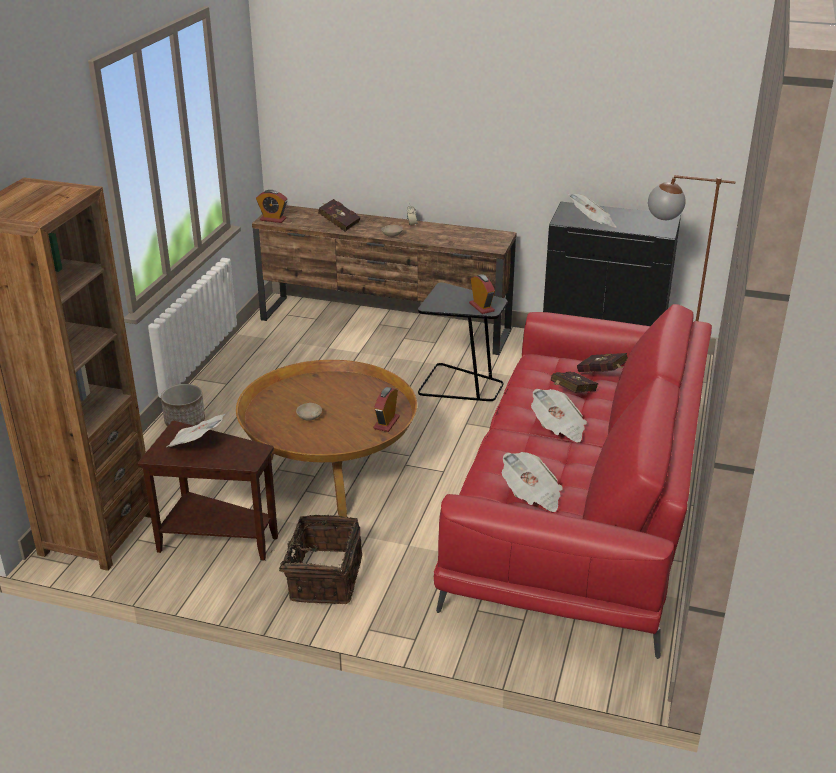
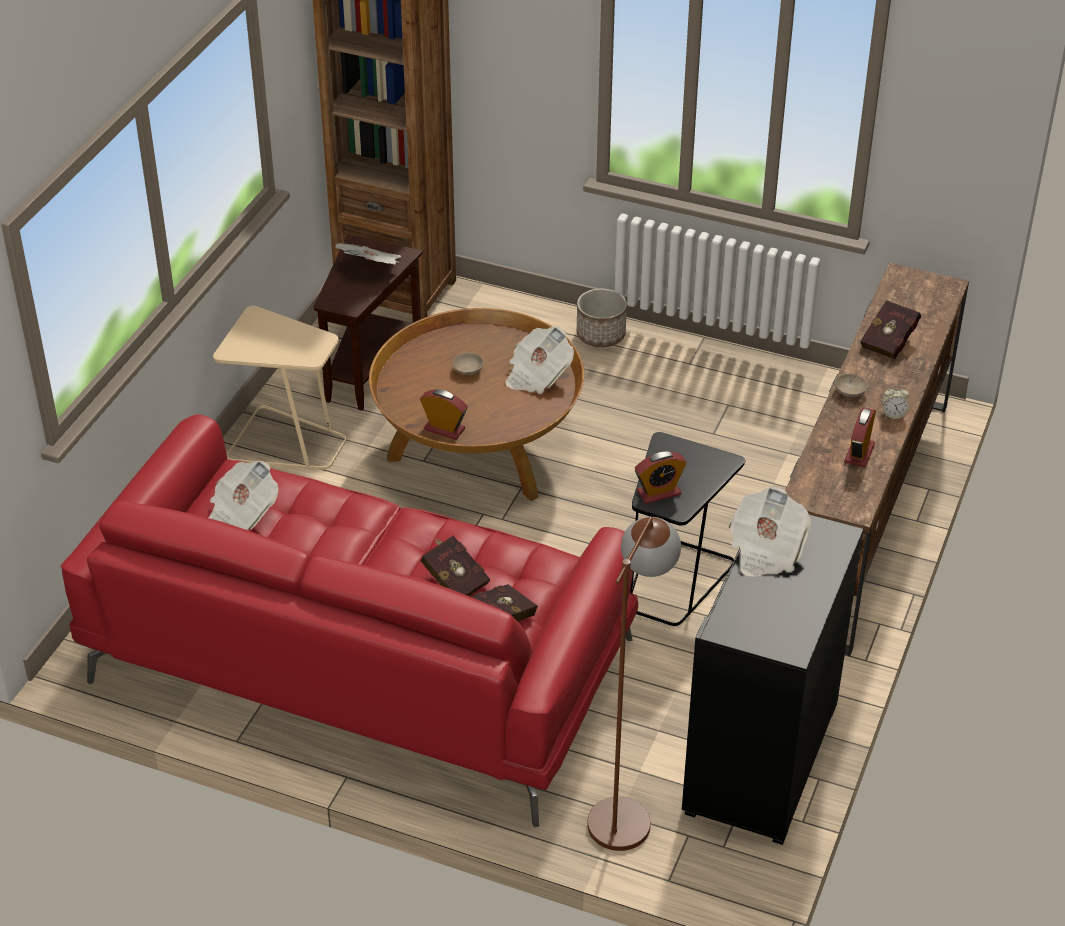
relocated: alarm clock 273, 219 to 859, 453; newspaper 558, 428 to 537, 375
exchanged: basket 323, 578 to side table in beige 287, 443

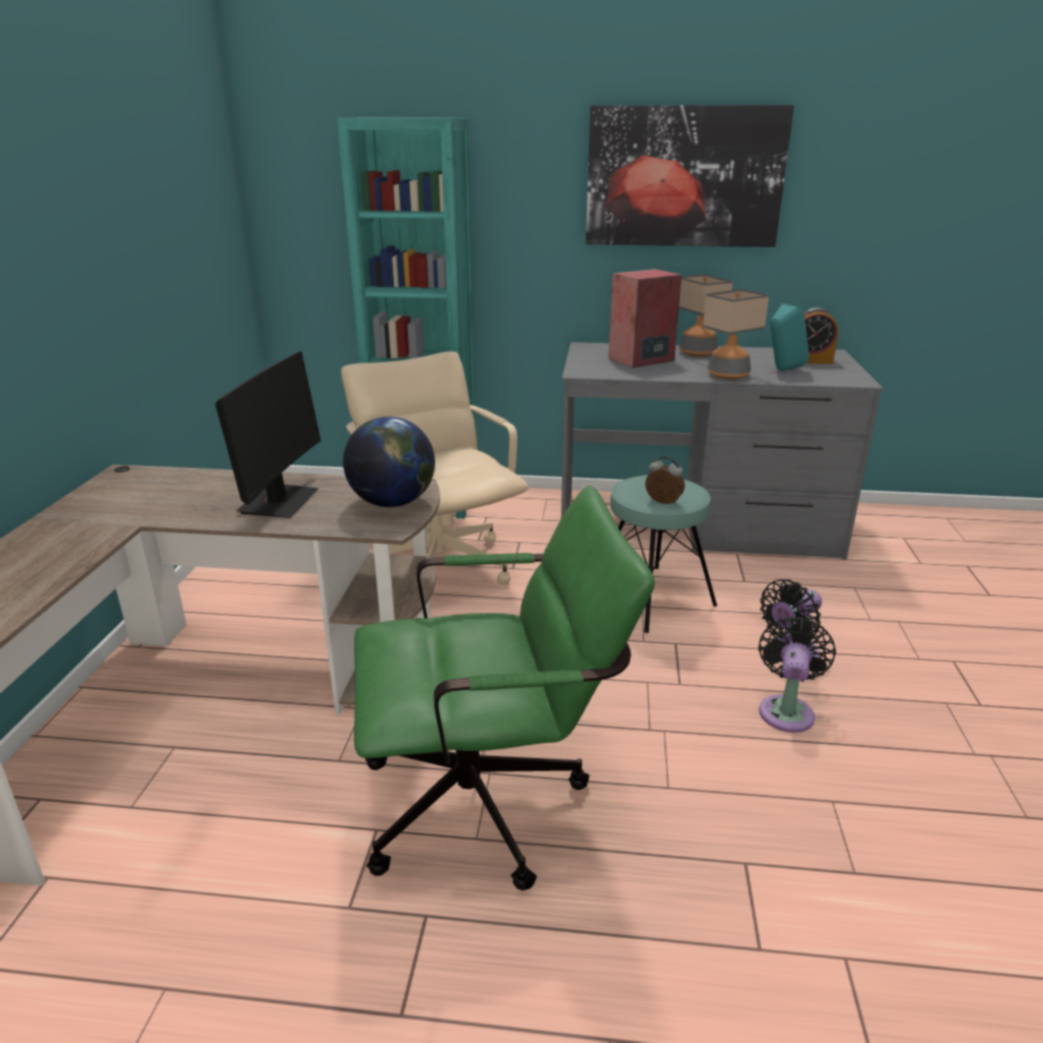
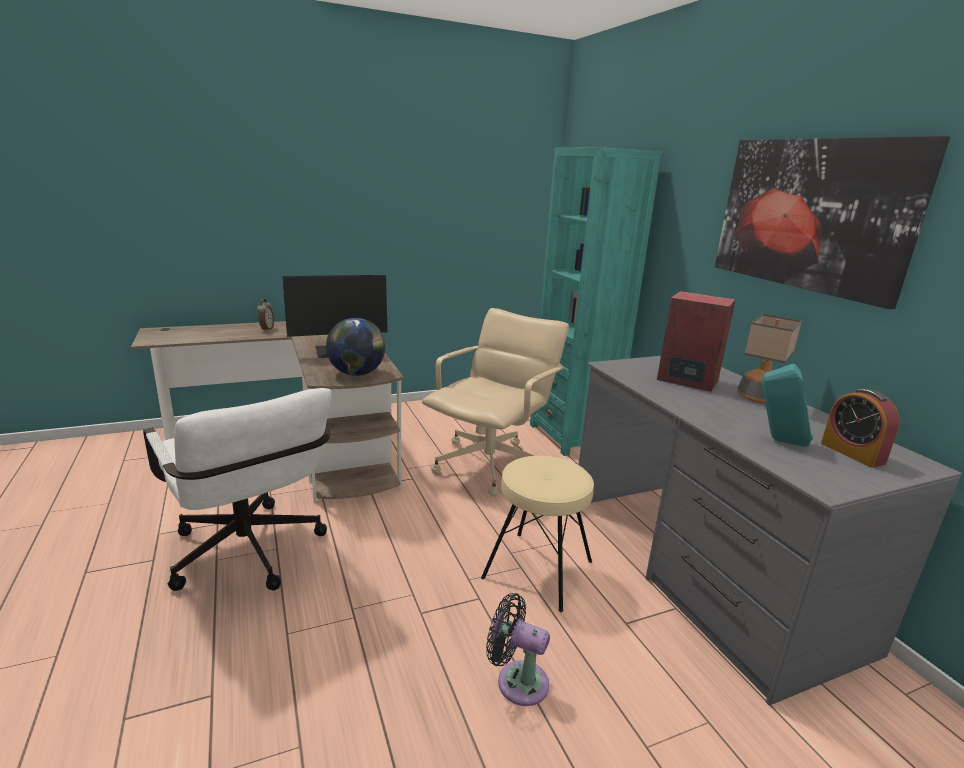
missing: table lamp 727, 375; fan in black 786, 710
relocated: alarm clock 662, 502 to 266, 329
colour: stool in turquoise 651, 598 to stool in beige 538, 569; office chair in green 493, 801 to office chair in white 250, 557

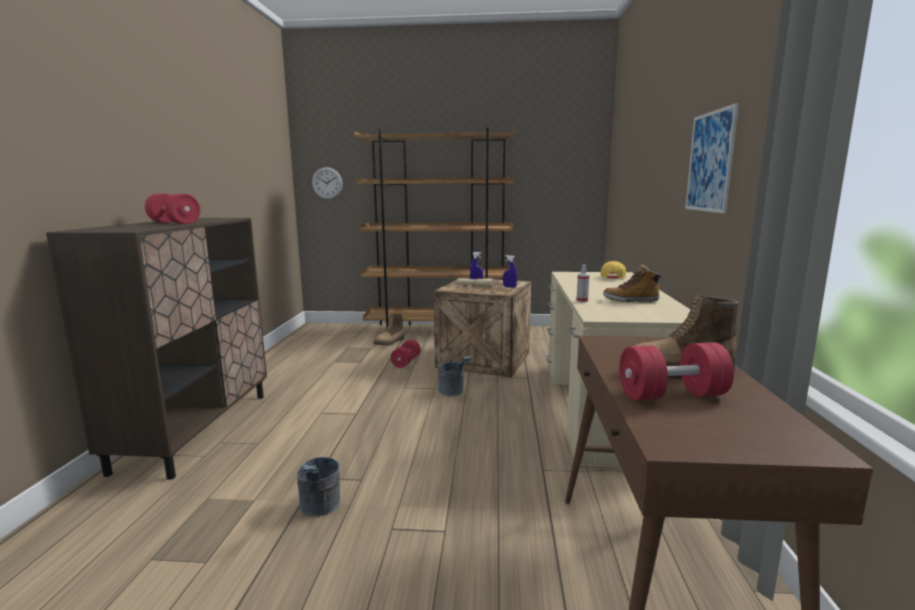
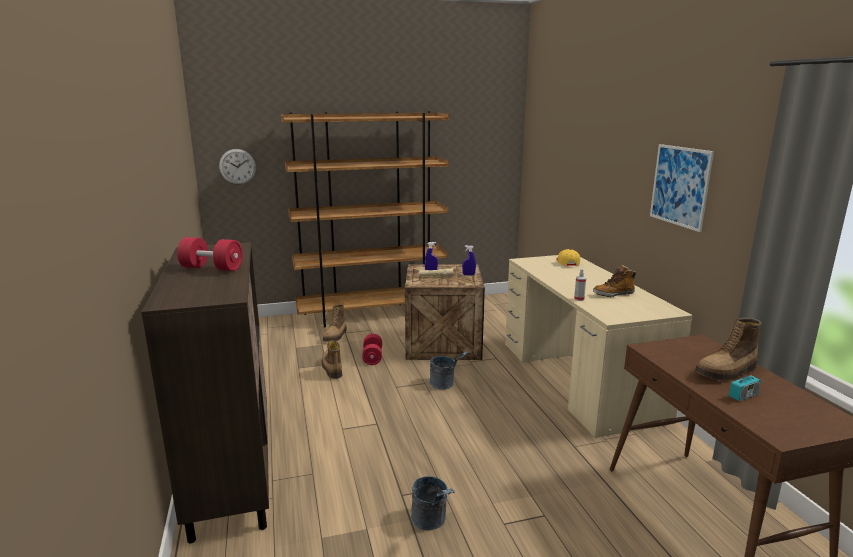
appeared: boot 331, 368
exchanged: dumbbell in red 671, 395 to radio 743, 396

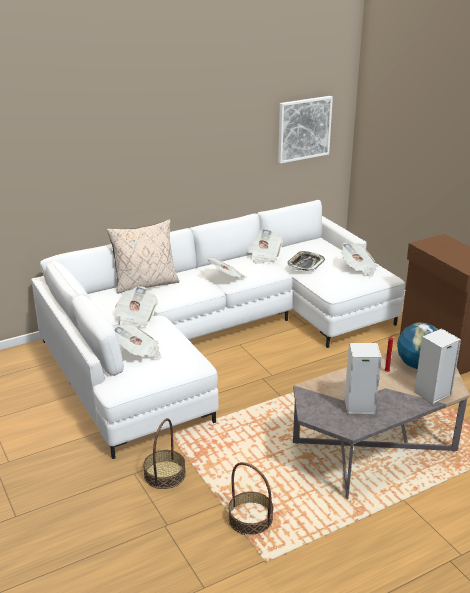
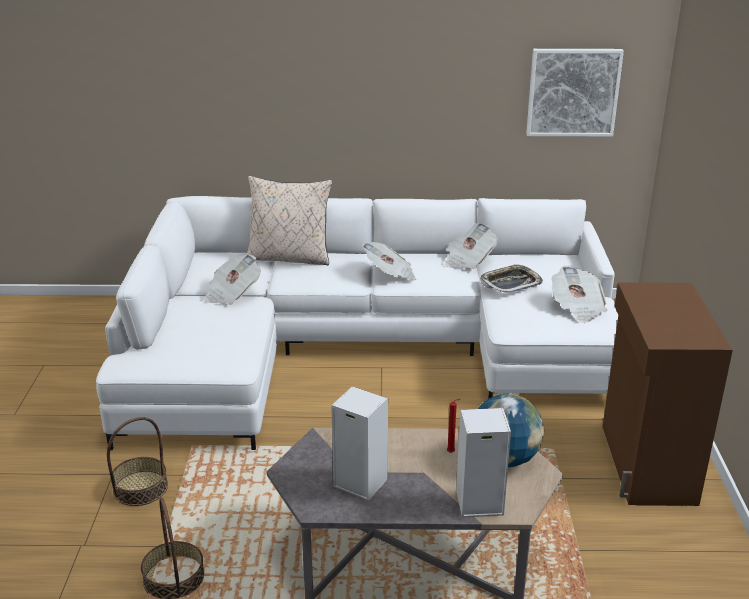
missing: newspaper 139, 353

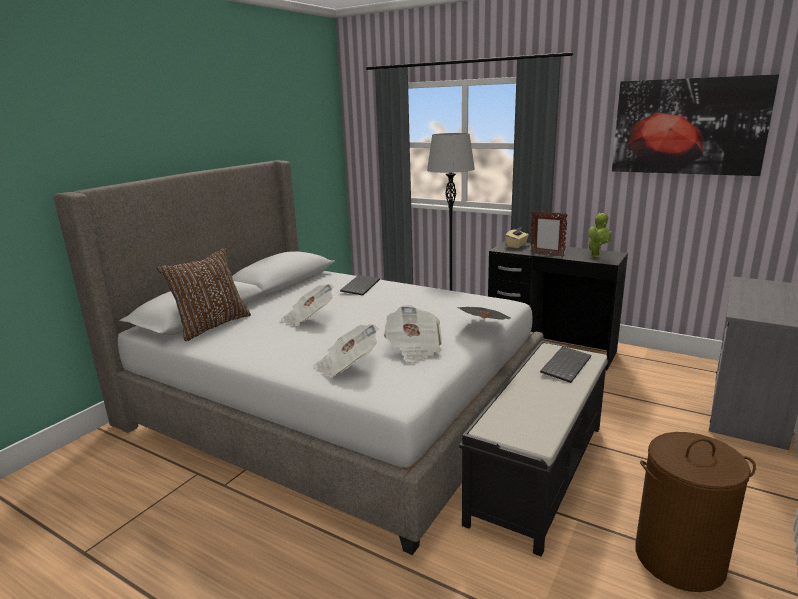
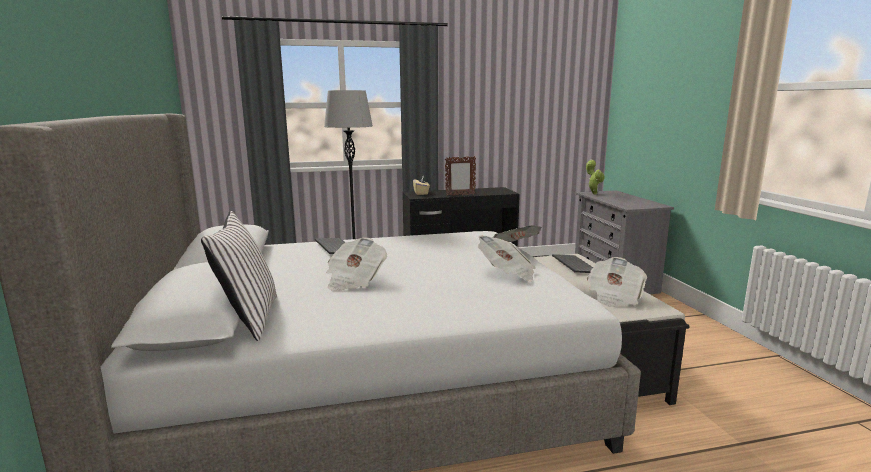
missing: picture 688, 126; laundry basket in brown 678, 559
relocated: potted plant 596, 255 to 593, 193; newspaper 346, 366 to 614, 297
colour: pillow in brown 211, 325 to pillow in white 249, 318

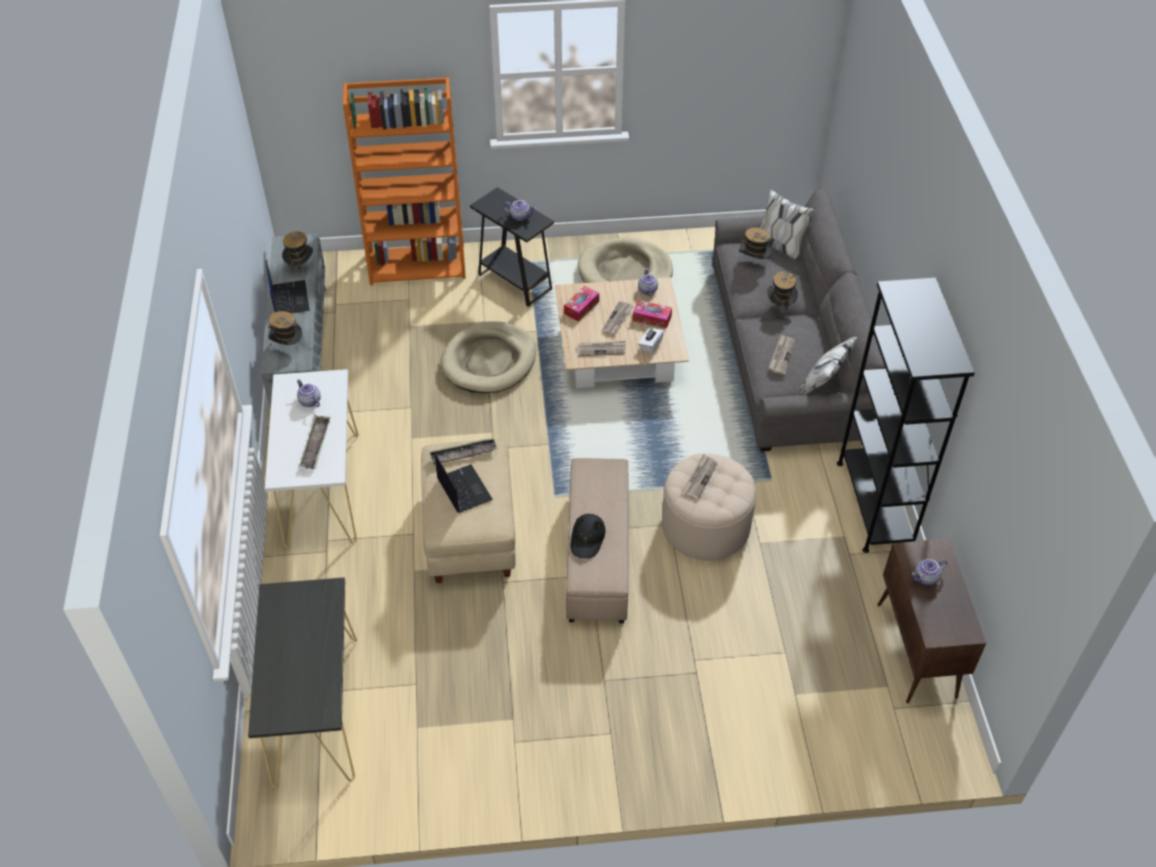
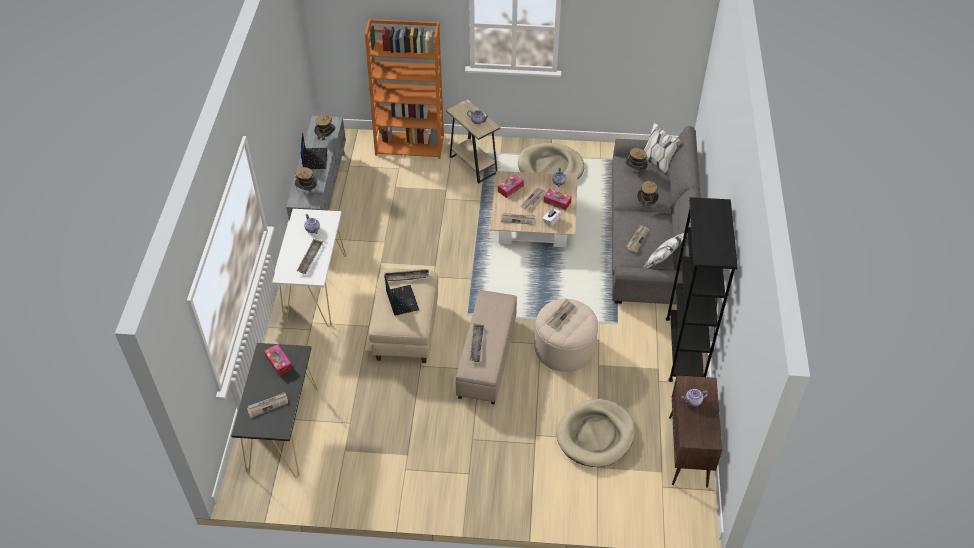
appeared: tissue box 279, 362; newspaper 268, 405
relocated: dog bed in beige 489, 361 to 595, 435
exchanged: hat in black 587, 539 to tray 477, 344
colour: side table in black 515, 282 to side table in beige 473, 165

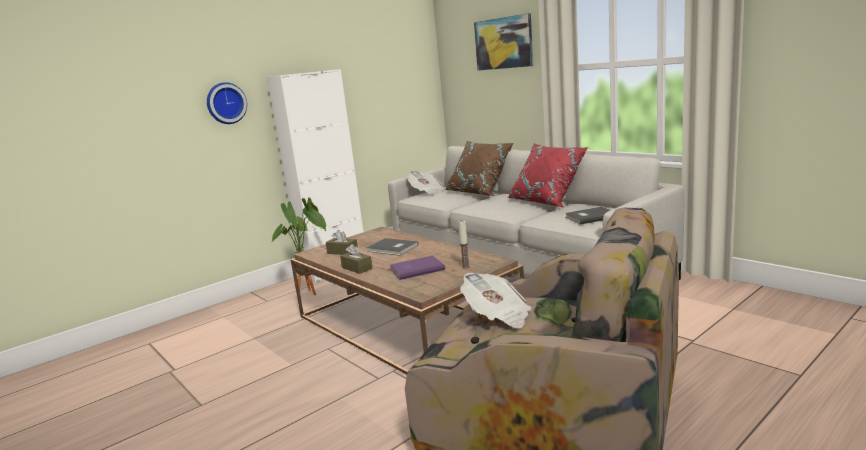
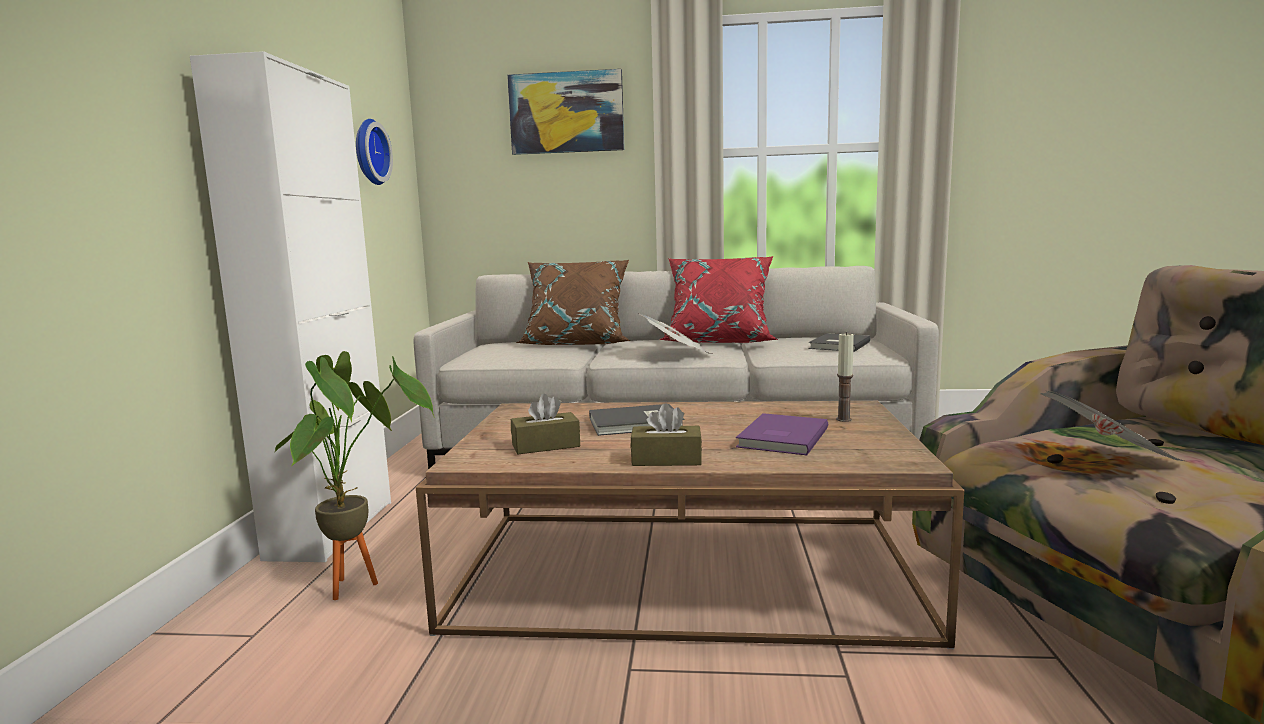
relocated: wall clock 225, 103 to 368, 152; newspaper 426, 192 to 676, 353

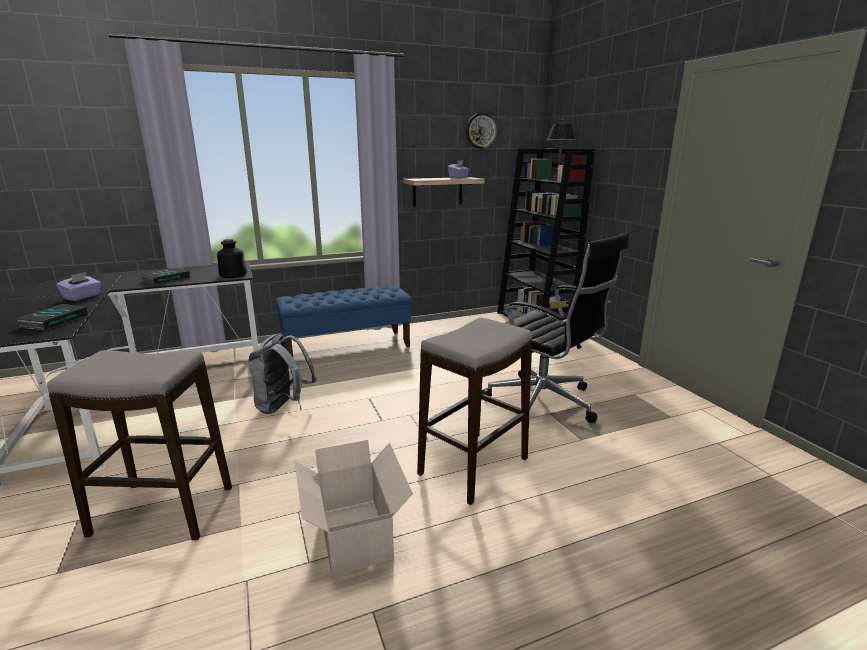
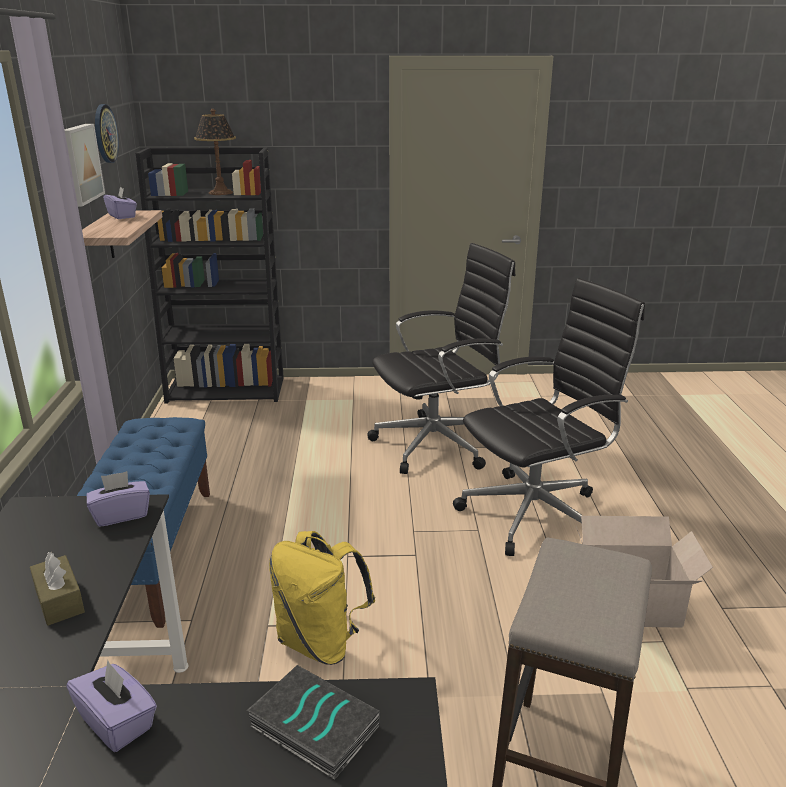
appeared: picture 79, 164
exchanged: bottle 232, 275 to tissue box in purple 121, 514; book 166, 279 to tissue box in brown 59, 600; stool 474, 466 to office chair in black 536, 513
colour: backpack in grey 283, 406 to backpack in yellow 321, 642

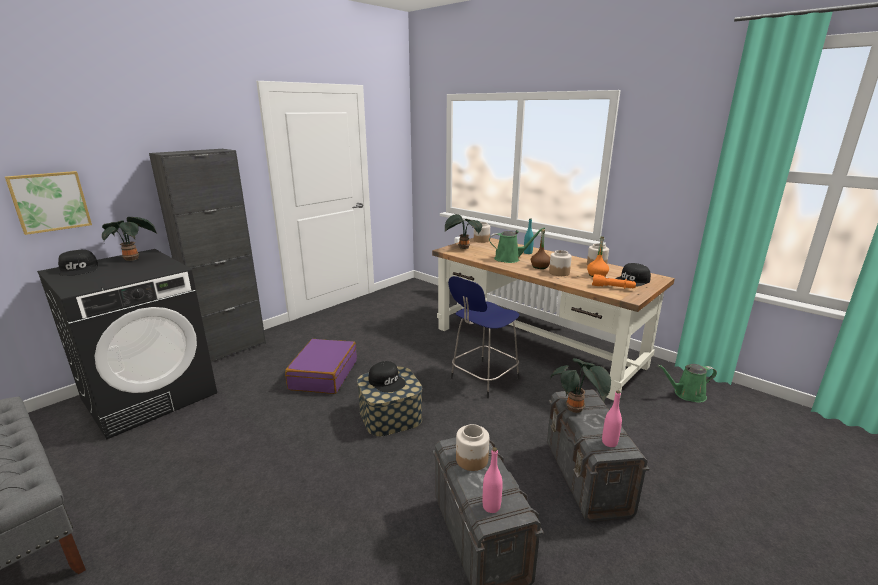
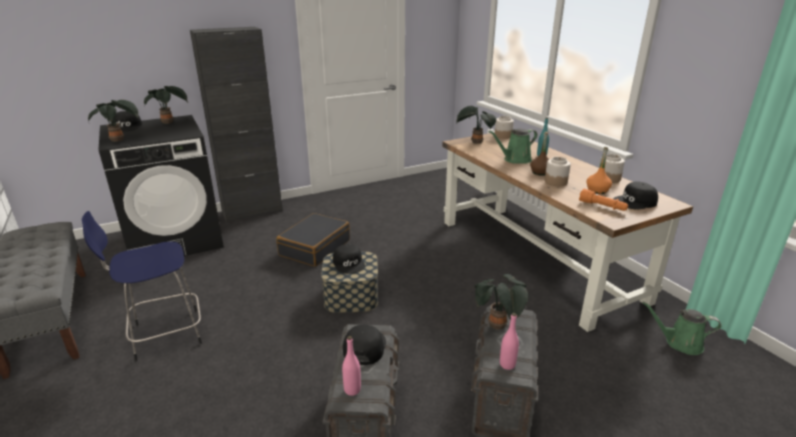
missing: picture 50, 201
appeared: potted plant 119, 140
relocated: stool in blue 483, 379 to 164, 334
exchanged: jar 471, 459 to cap in black 364, 347
colour: suitcase in purple 323, 374 to suitcase in black 314, 248
spun: watering can in green 510, 259 = 515, 160 135 degrees clockwise

